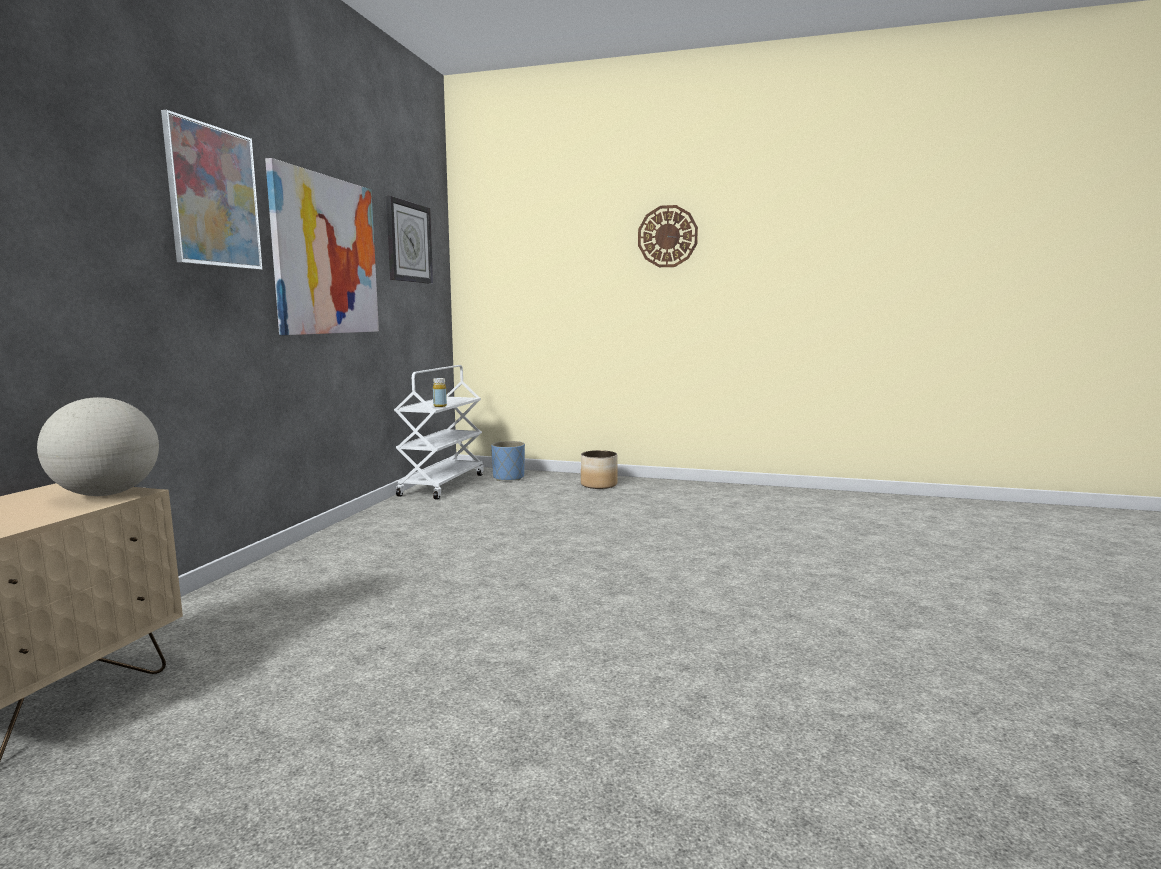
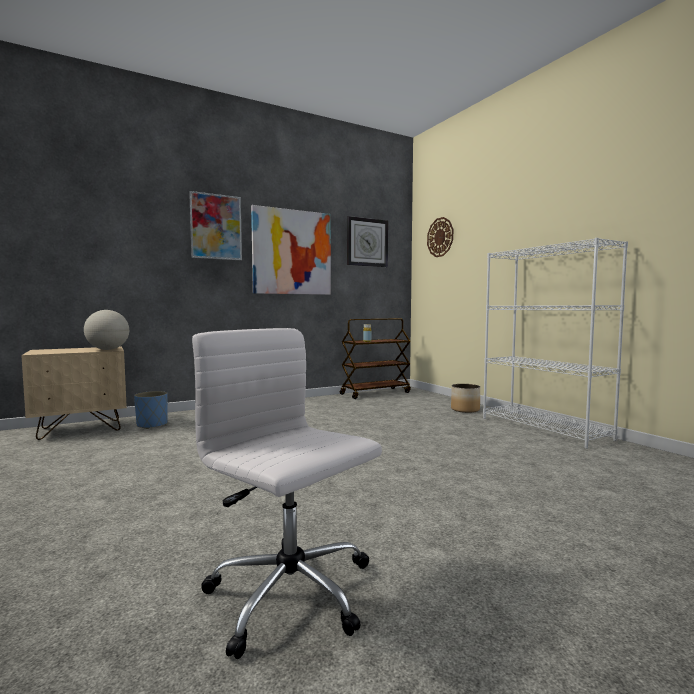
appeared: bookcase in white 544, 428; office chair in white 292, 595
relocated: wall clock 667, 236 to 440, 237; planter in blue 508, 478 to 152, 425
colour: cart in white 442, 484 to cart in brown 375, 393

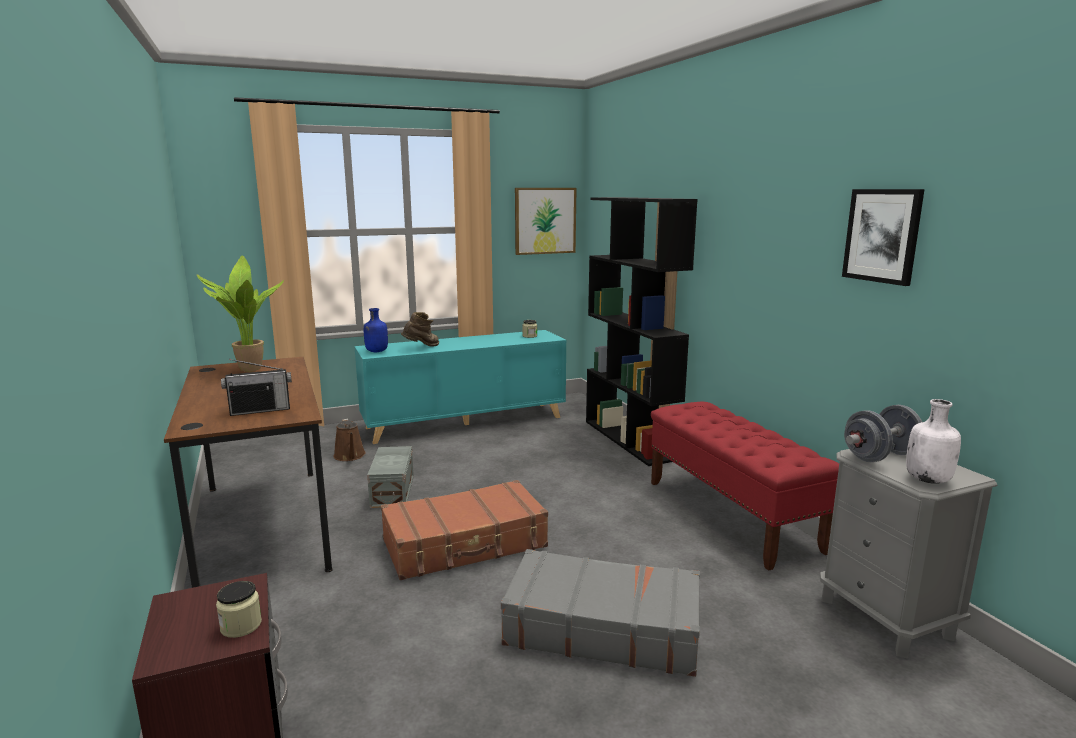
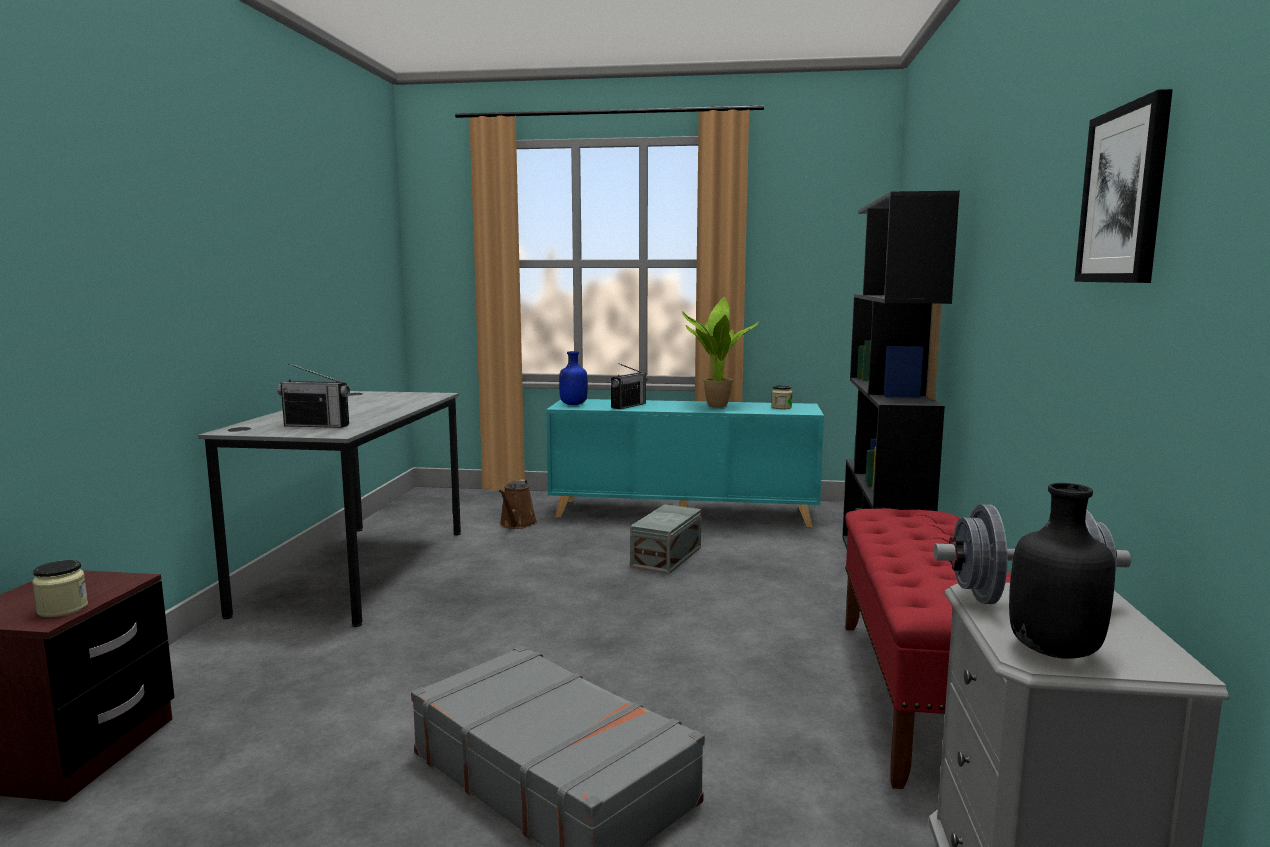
missing: picture 545, 221; suitcase in brown 465, 544
relocated: potted plant 247, 369 to 714, 406; storage box in grey 394, 491 to 668, 556
exchanged: boot in brown 422, 347 to radio 628, 406
colour: desk in brown 264, 525 to desk in grey 358, 570; bottle in white 928, 479 to bottle in black 1056, 650

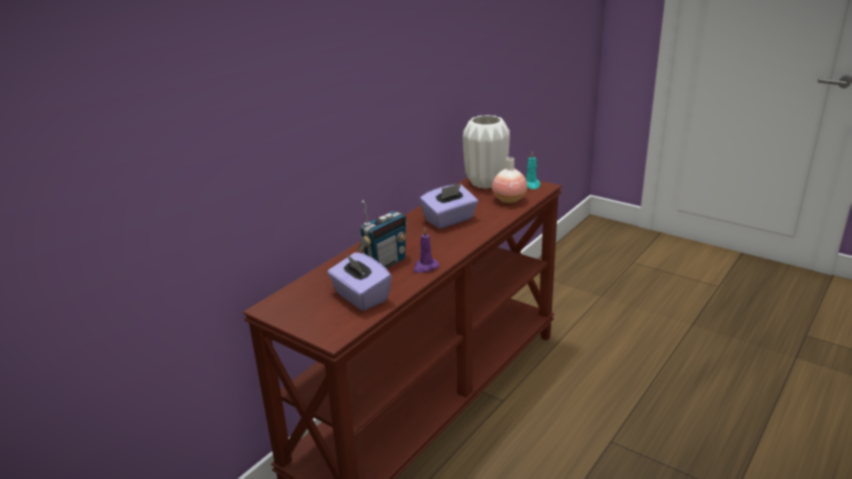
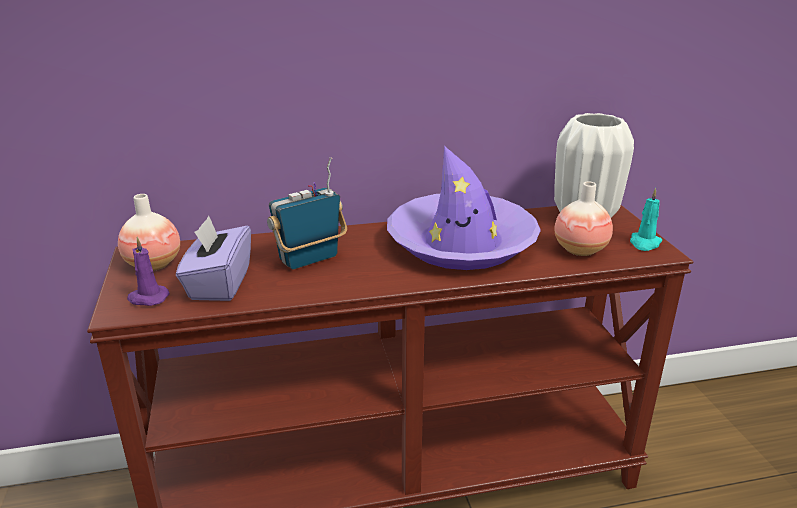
appeared: vase 153, 264
relocated: candle in purple 425, 267 to 147, 298
exchanged: tissue box in purple 449, 220 to hat in purple 462, 243
spun: radio 385, 262 = 309, 259 150 degrees clockwise

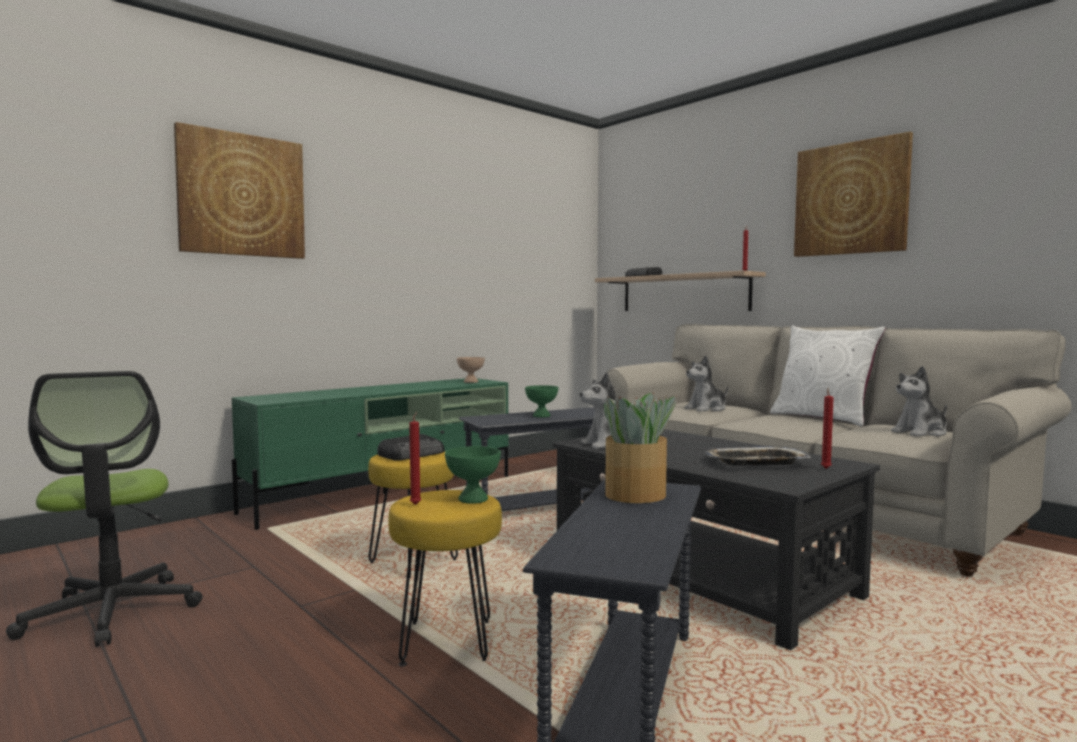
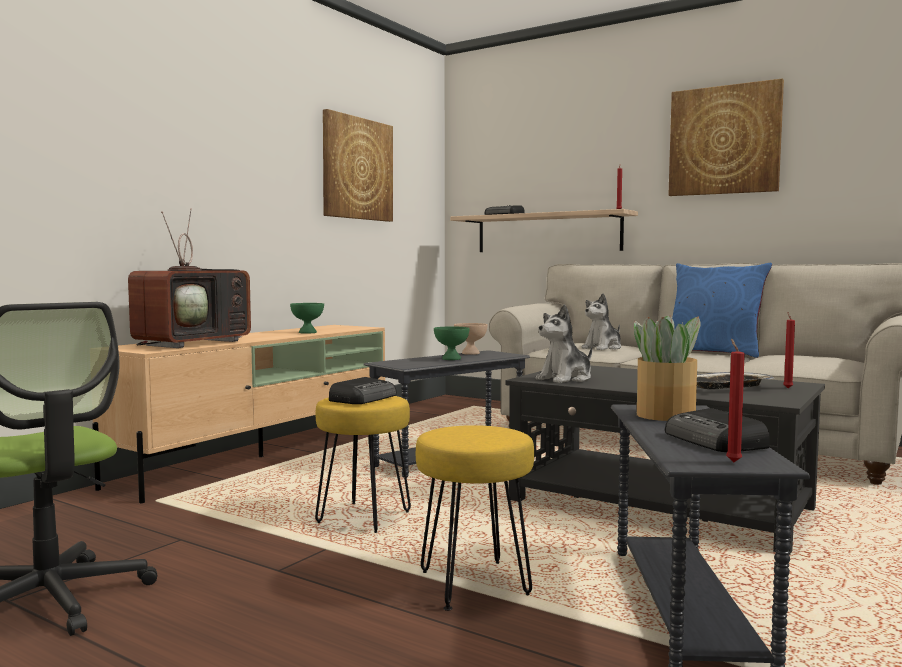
missing: plush toy 920, 433
appeared: television 193, 343; radio 715, 441
relocated: picture 242, 195 to 357, 169; bowl in beige 471, 382 to 471, 353; candle in red 416, 504 to 732, 461; bowl in green 472, 499 to 307, 332
colour: pillow in white 822, 418 to pillow in blue 713, 352; tv stand in green 387, 493 to tv stand in beige 263, 456

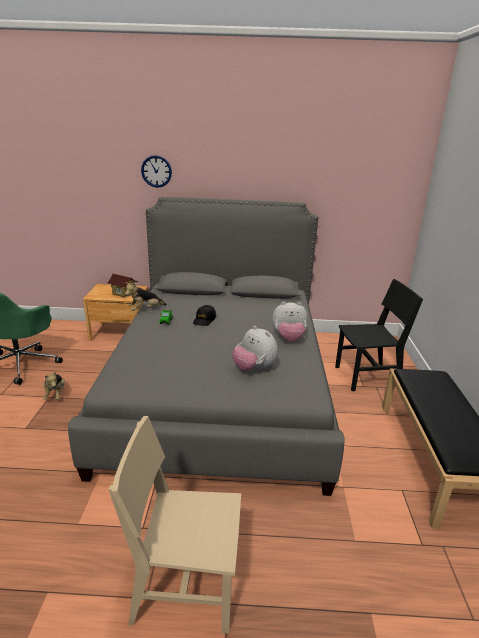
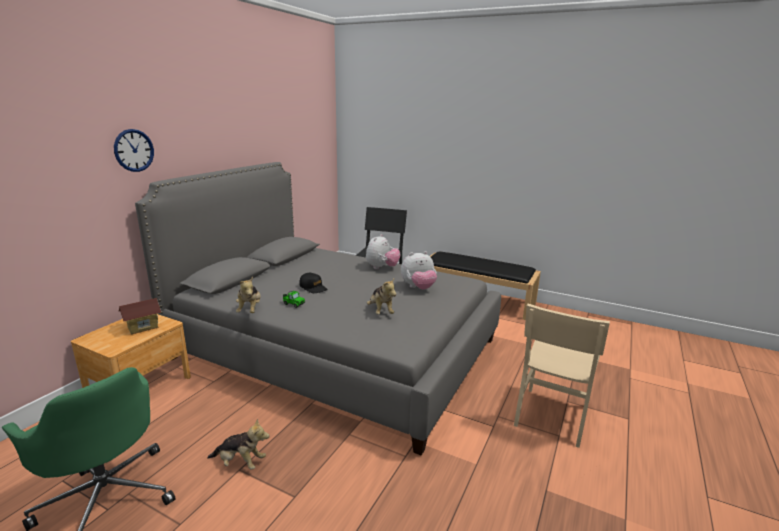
appeared: plush toy 380, 311

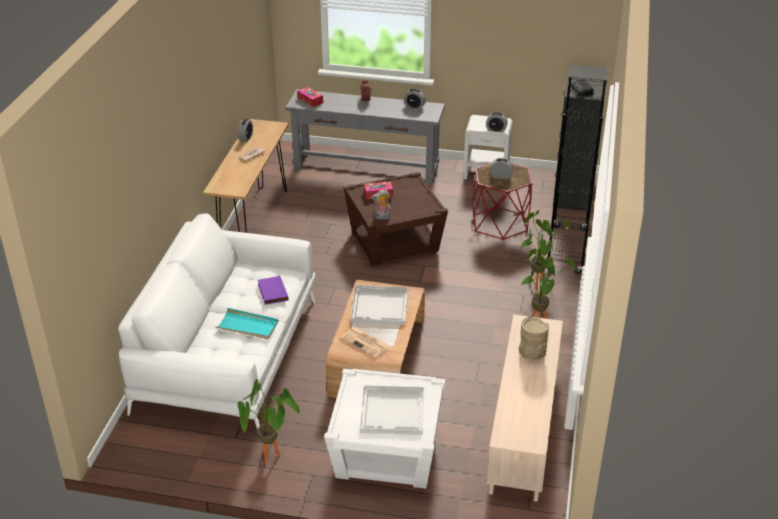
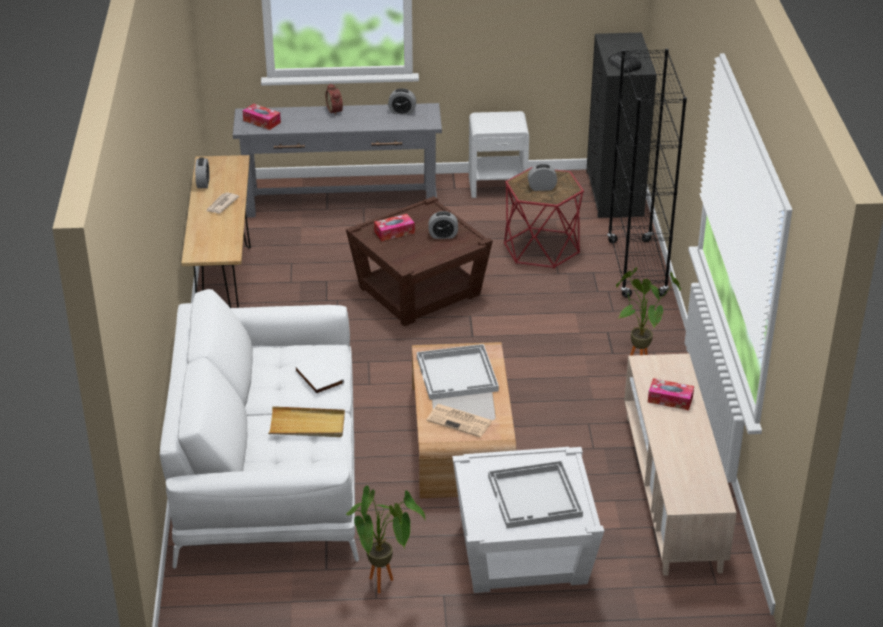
missing: plush toy 382, 217; potted plant 537, 283
relocated: alarm clock 496, 130 to 443, 235
exchanged: vase in beige 531, 354 to tissue box 670, 399
colour: book in purple 272, 292 to book in white 317, 378; tray in turquoise 247, 326 to tray in beige 307, 425

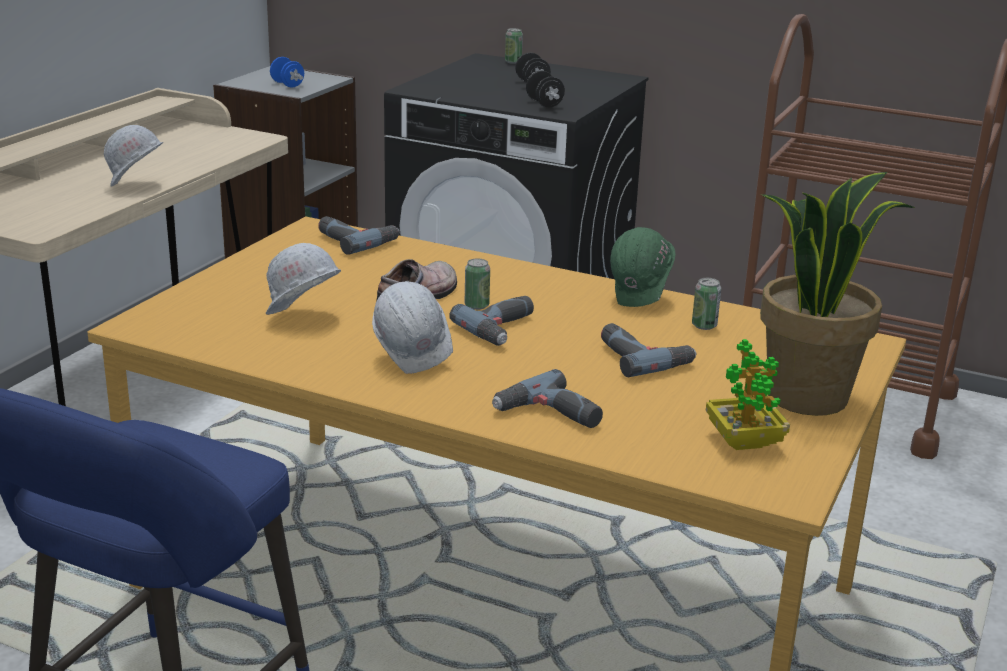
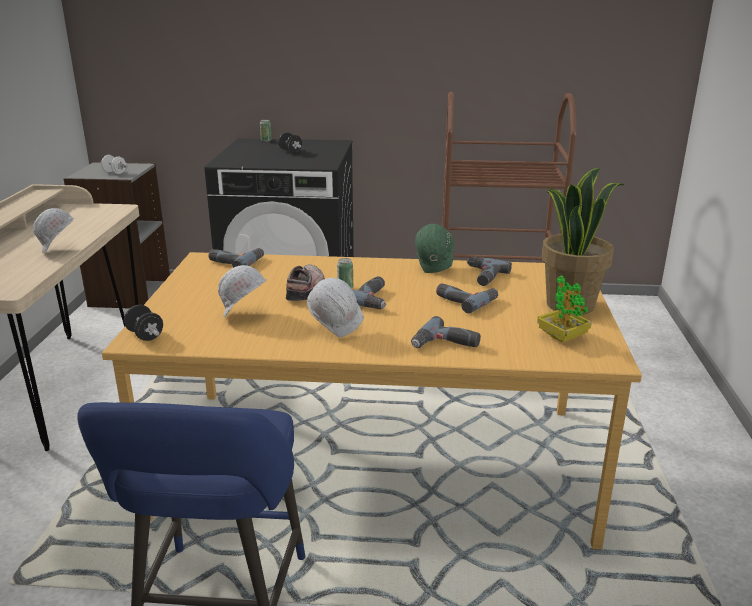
relocated: dumbbell in black 544, 104 to 145, 335
exchanged: can 704, 325 to power drill 482, 276
colour: dumbbell in blue 287, 85 to dumbbell in white 115, 172

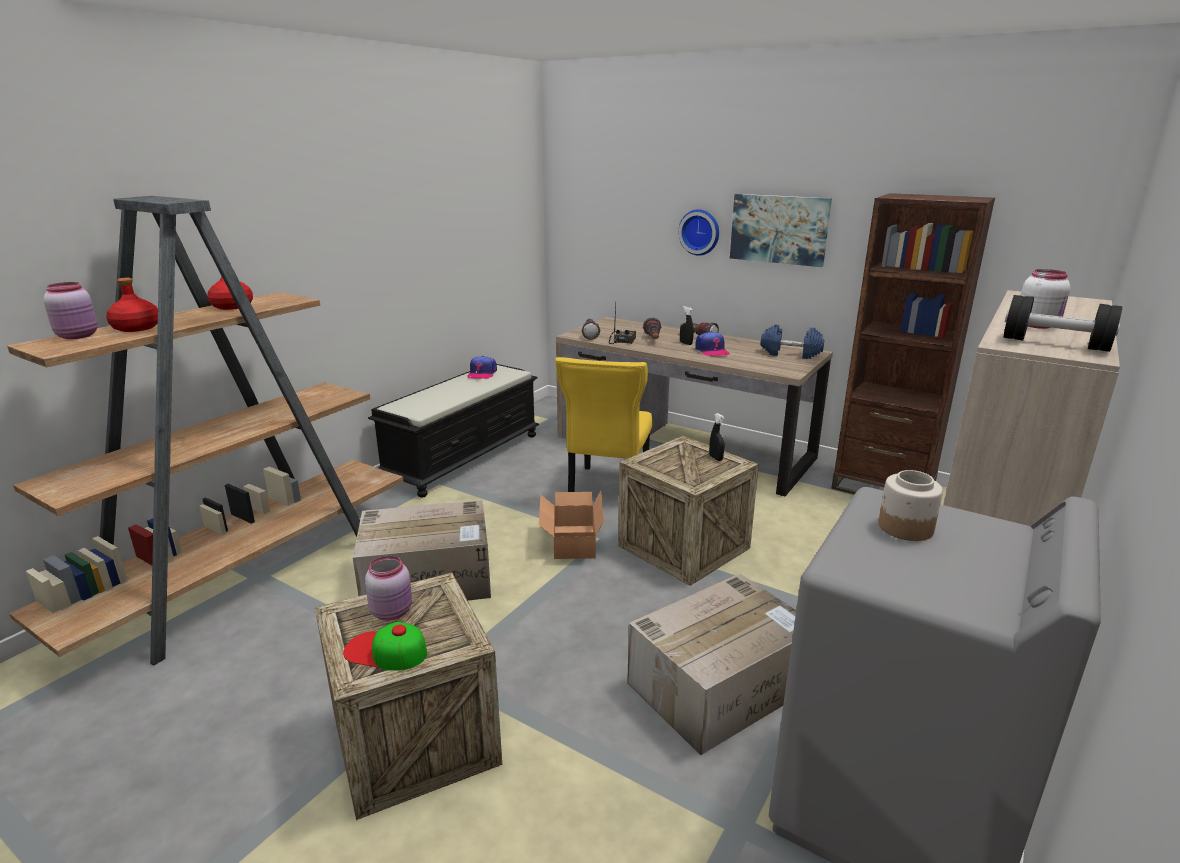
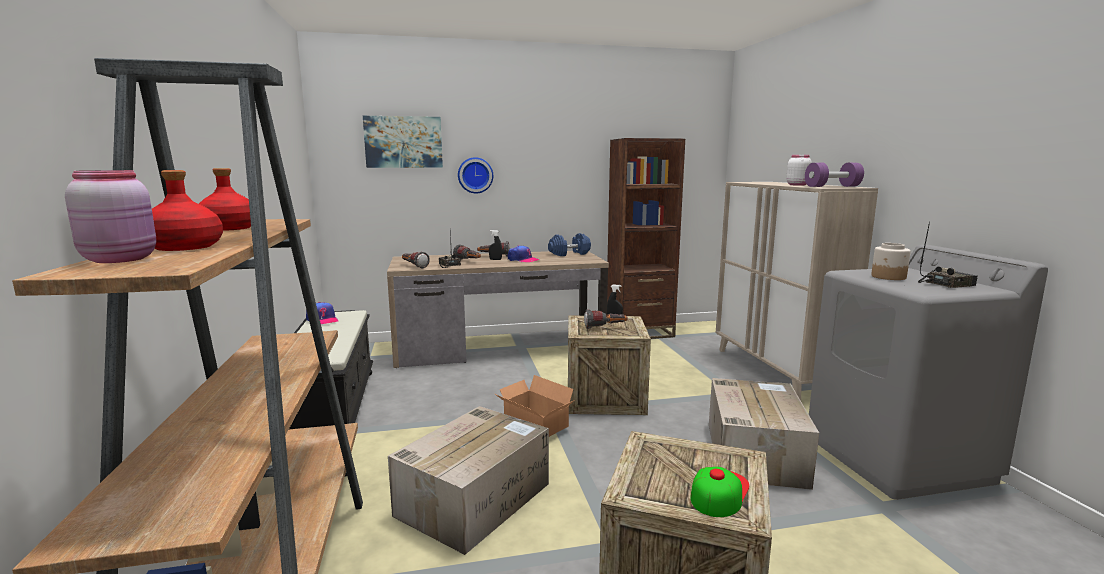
missing: chair in yellow 607, 490; jar in pink 393, 611
appeared: radio 945, 284; flashlight 605, 328
relocated: picture 779, 229 to 403, 142
colour: dumbbell in black 1054, 344 to dumbbell in purple 832, 186
spun: cap 385, 651 = 719, 491 150 degrees clockwise

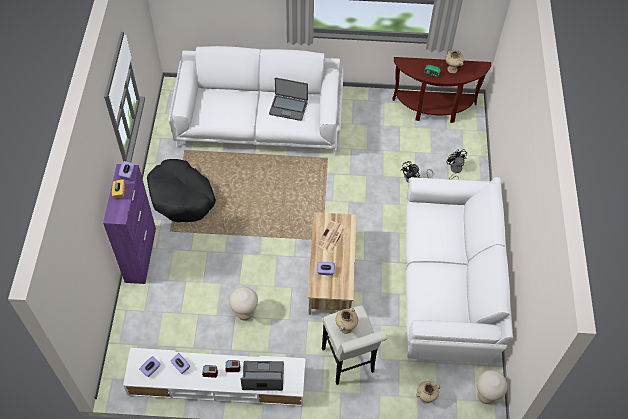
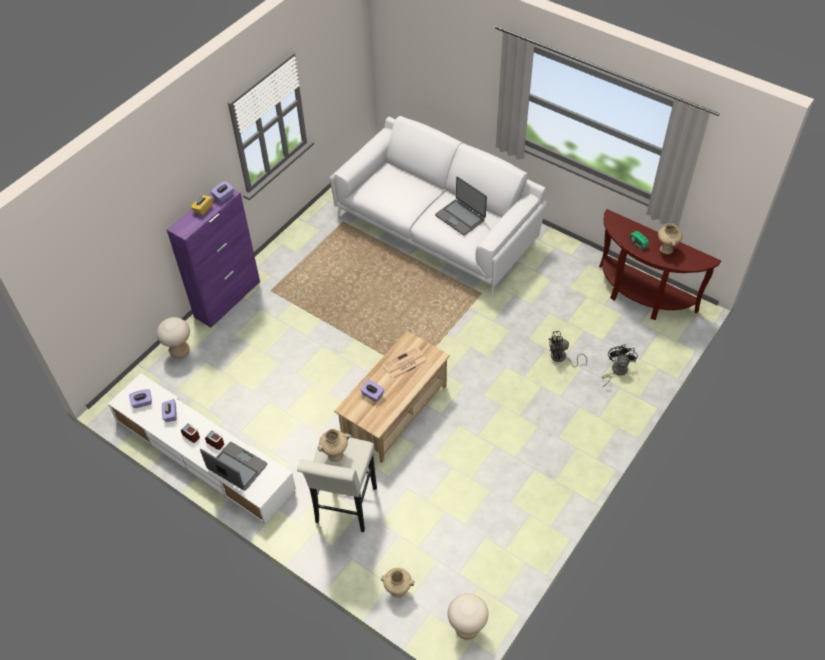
missing: dog bed in black 181, 197; sofa in white 448, 283
relocated: stool in beige 245, 313 to 180, 352

